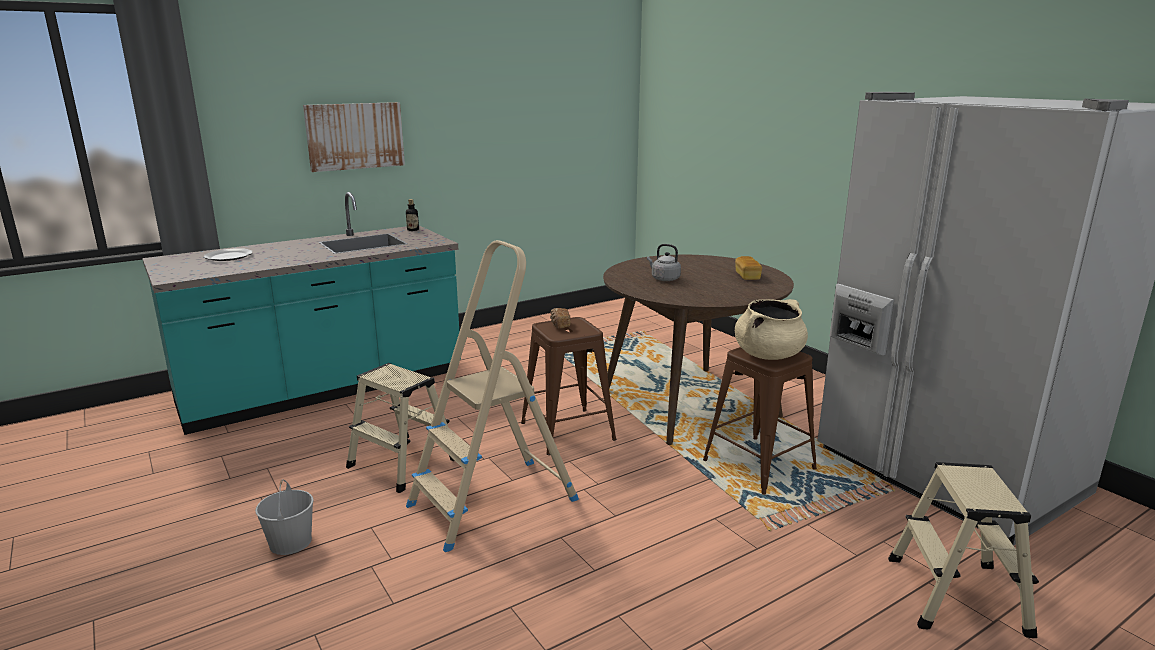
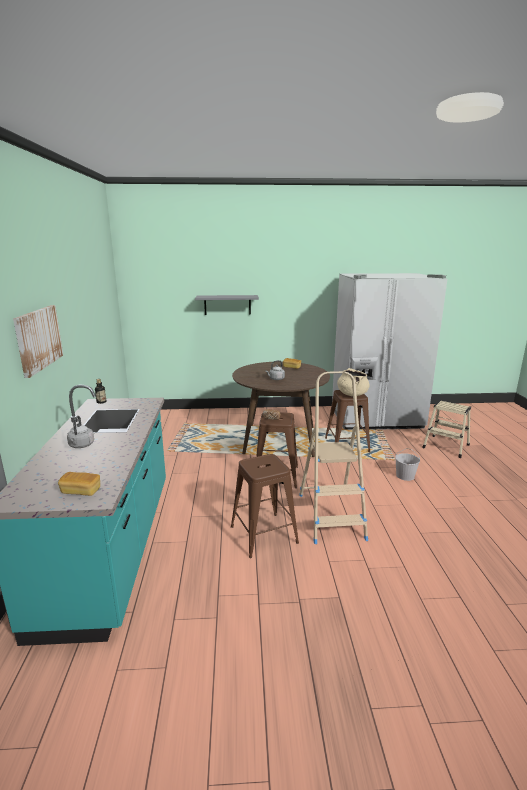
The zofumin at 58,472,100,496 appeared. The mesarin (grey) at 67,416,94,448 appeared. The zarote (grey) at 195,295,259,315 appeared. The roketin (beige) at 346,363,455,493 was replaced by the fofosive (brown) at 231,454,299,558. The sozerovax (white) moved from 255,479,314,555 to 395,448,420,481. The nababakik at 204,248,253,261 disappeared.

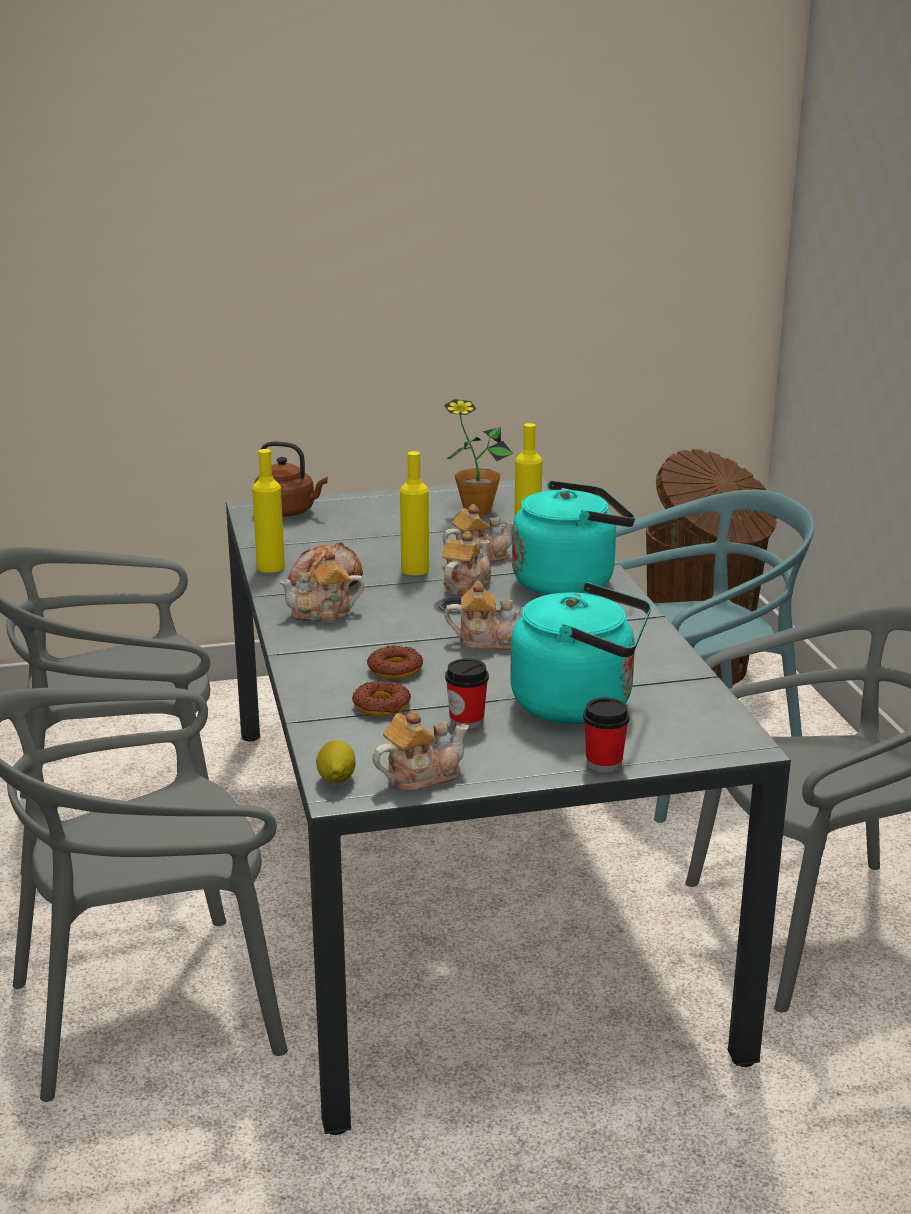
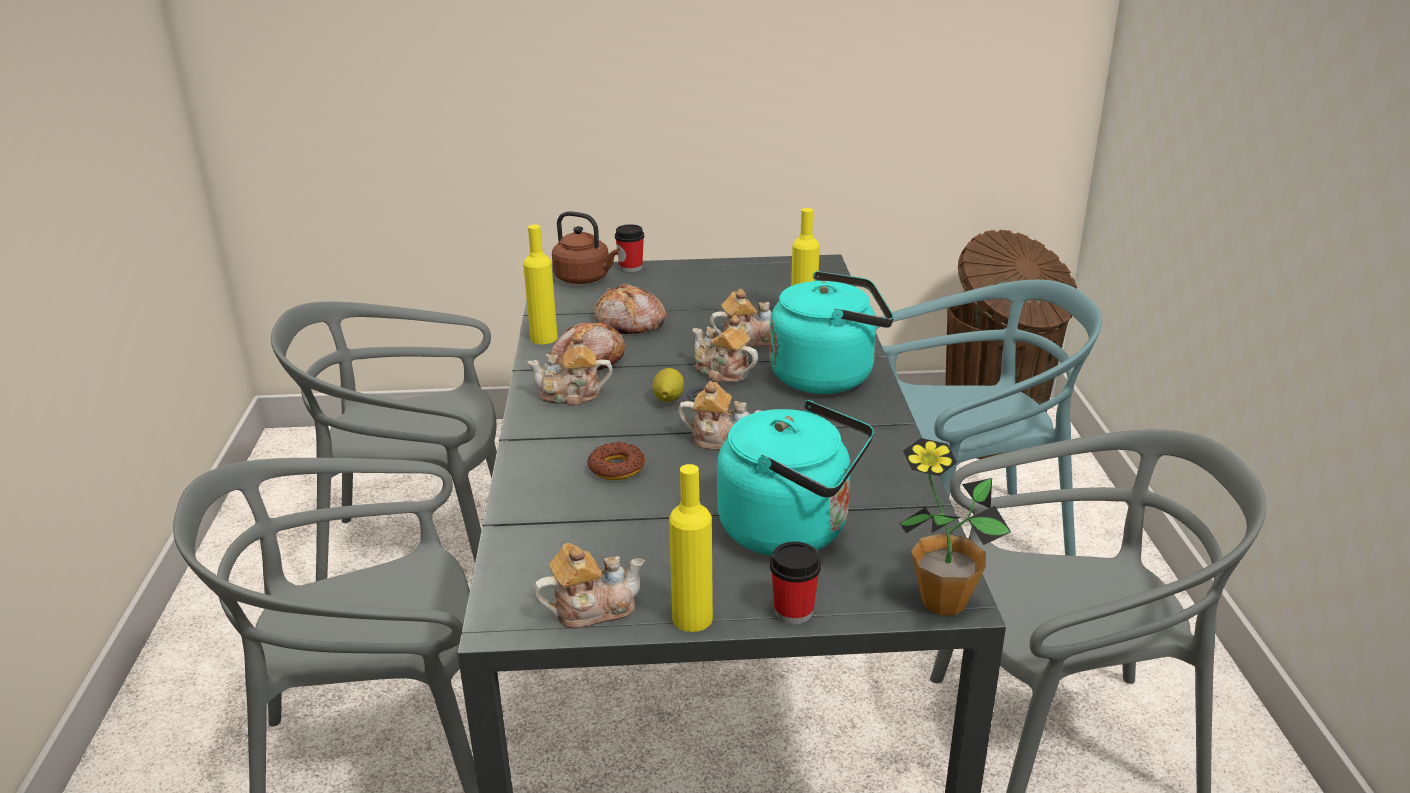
The zofumin at 594,283,667,334 appeared. The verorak moved from 445,659,489,729 to 615,224,644,273. The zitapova moved from 316,740,355,783 to 652,368,684,402. The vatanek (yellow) moved from 400,451,429,575 to 669,464,713,632. The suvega at 442,531,491,596 turned 90 degrees counterclockwise. The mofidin moved from 444,399,513,515 to 900,438,1011,615. The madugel at 352,681,411,716 disappeared.

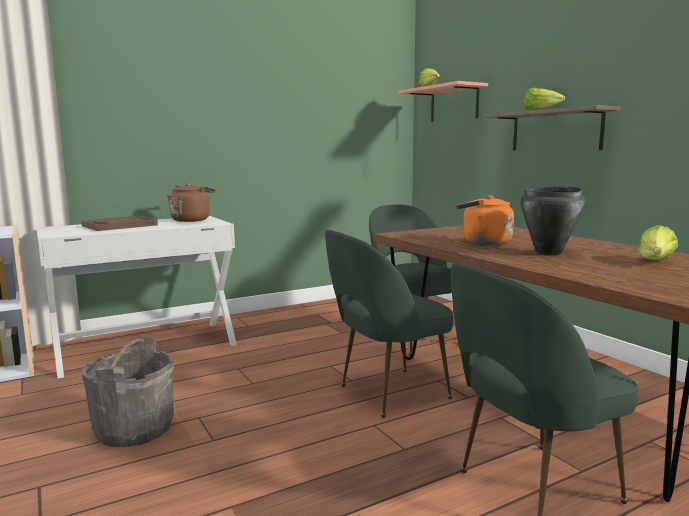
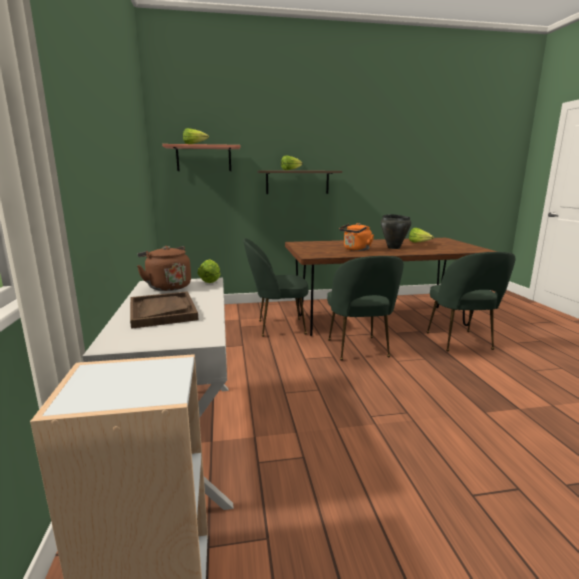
The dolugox at 197,259,220,283 appeared. The sozerovax (grey) at 82,336,174,447 disappeared.

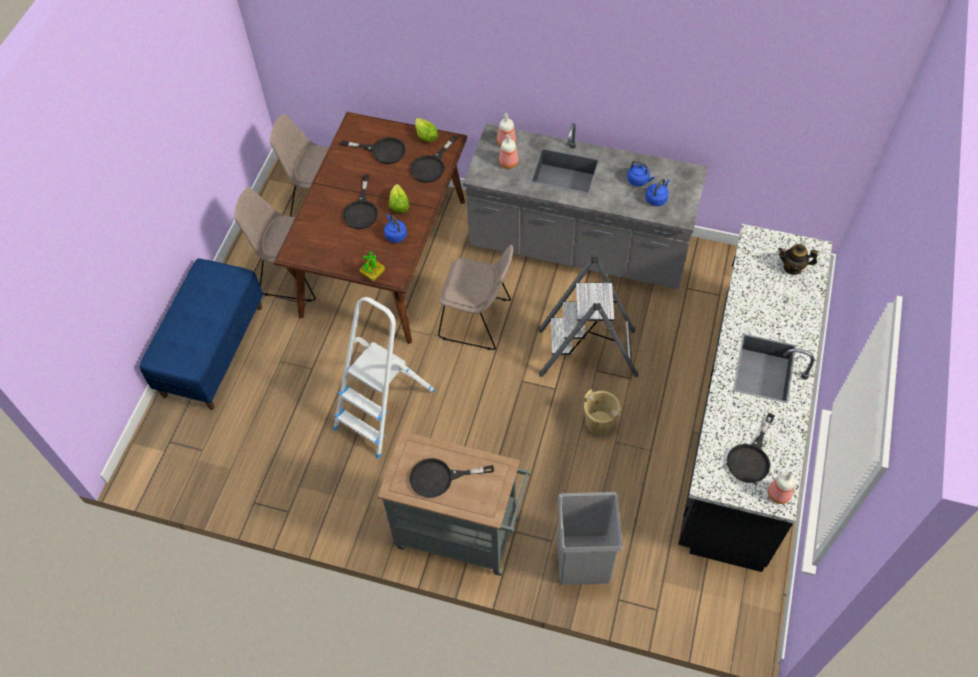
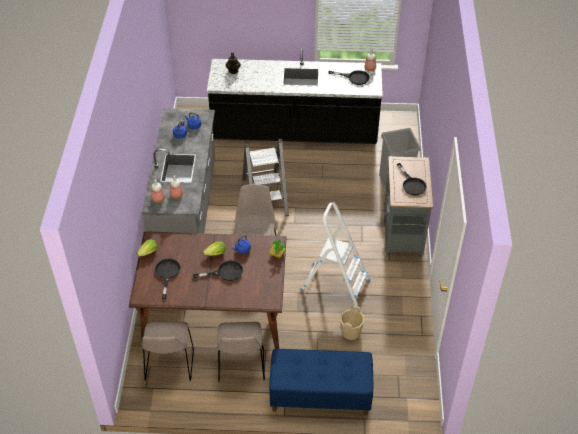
The sozerovax (beige) moved from 584,389,621,435 to 340,305,365,340. The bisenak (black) at 410,135,457,183 disappeared.

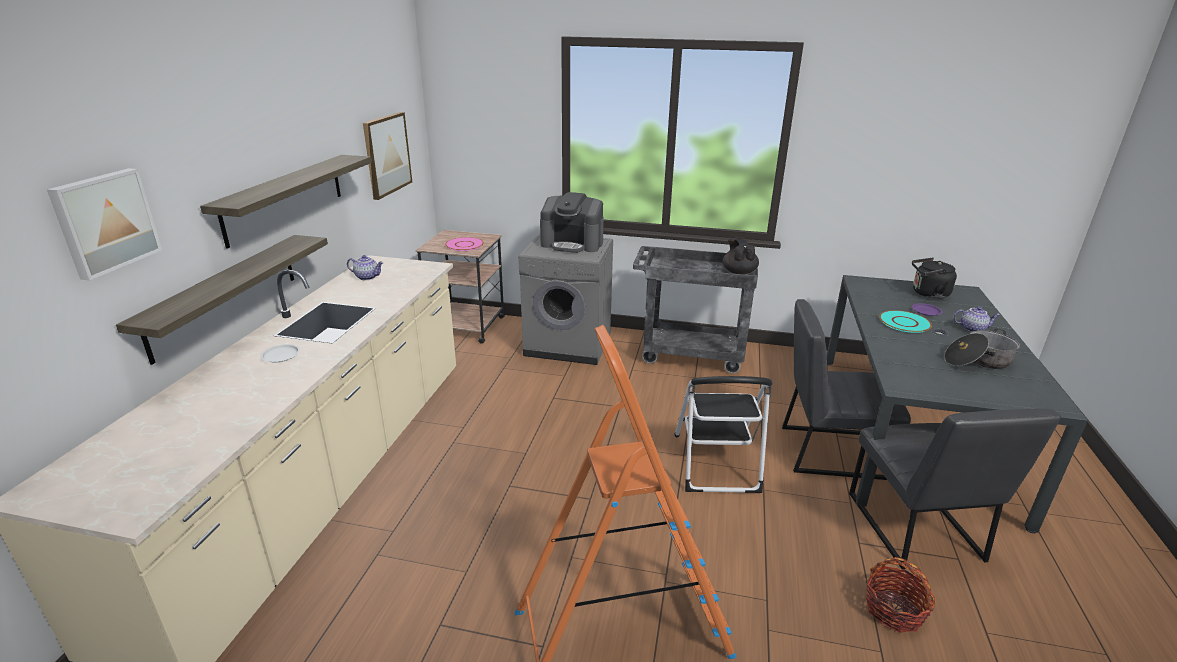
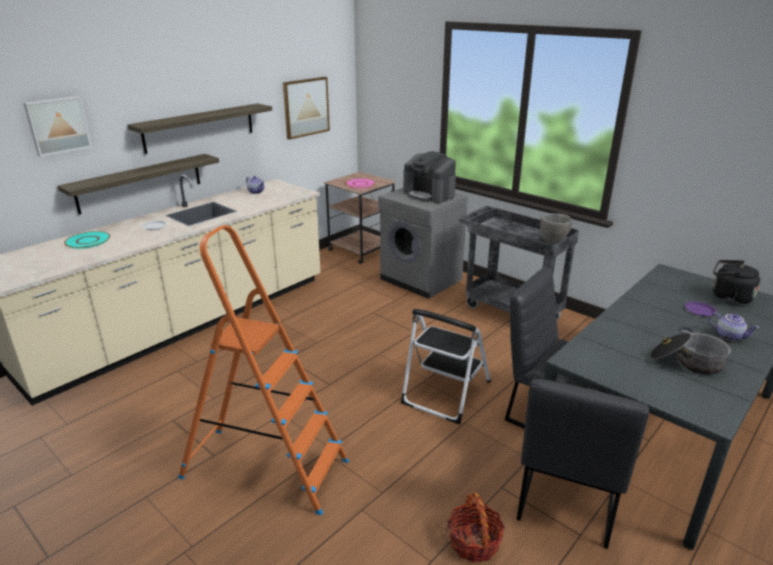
The nababakik (turquoise) moved from 879,310,932,333 to 64,231,110,249. The suvega (black) at 722,237,759,275 was replaced by the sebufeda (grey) at 540,213,573,244.

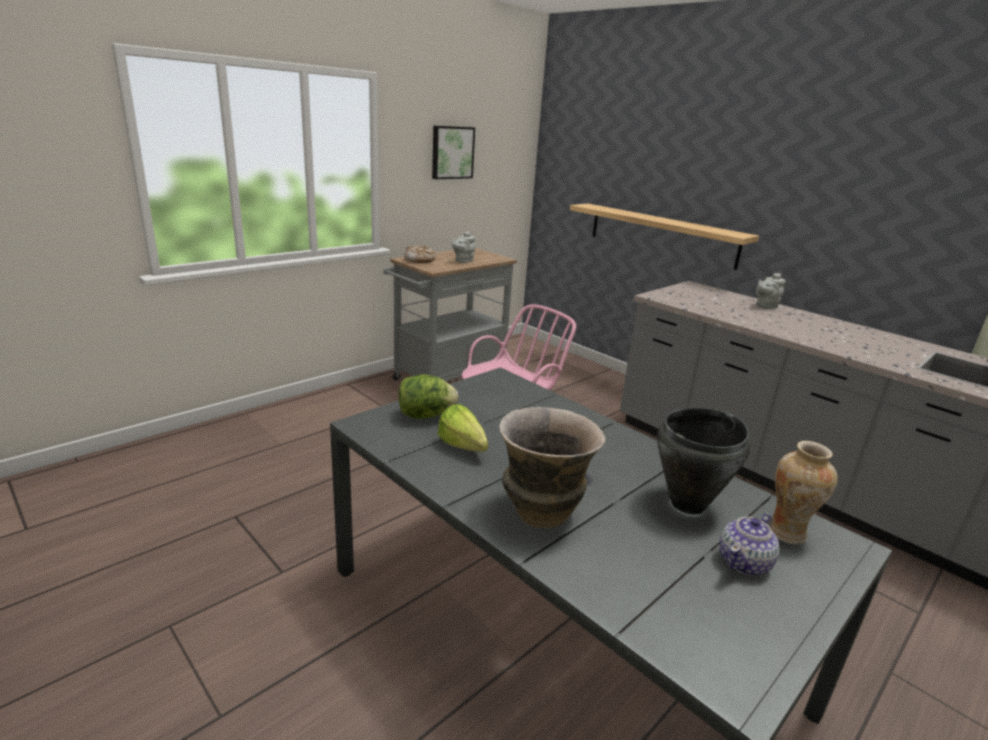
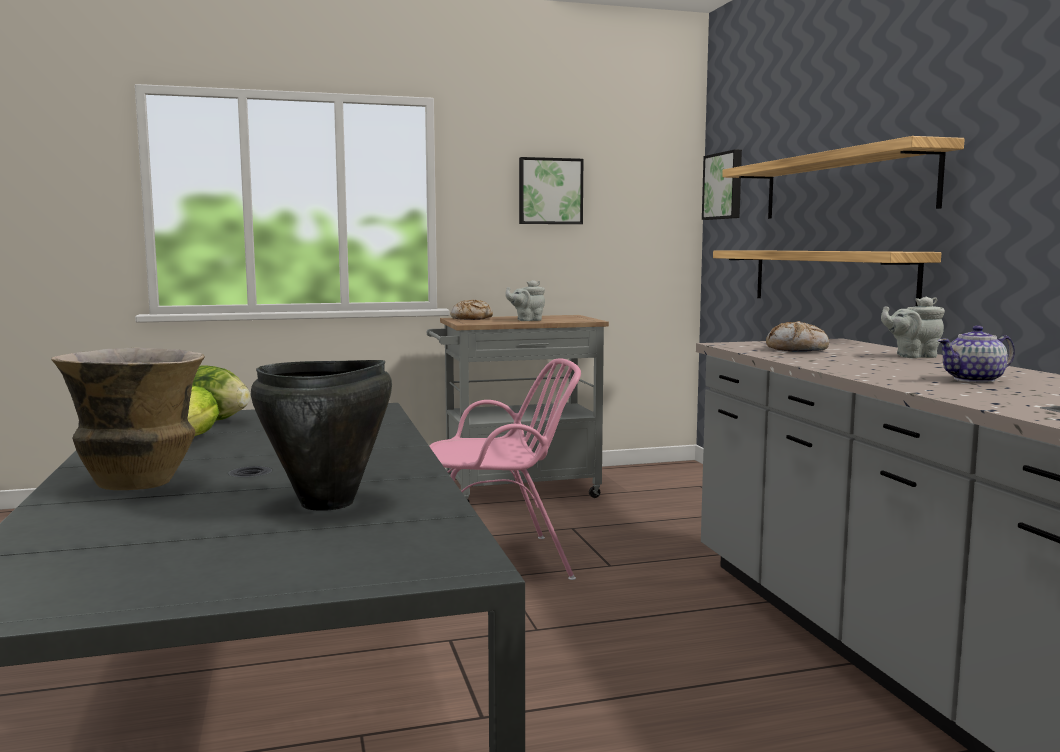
The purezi at 702,149,742,220 appeared. The zarote at 722,136,965,219 appeared. The zofumin at 766,321,829,352 appeared. The suvega moved from 719,513,779,576 to 937,325,1015,383. The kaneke at 770,441,838,545 disappeared.

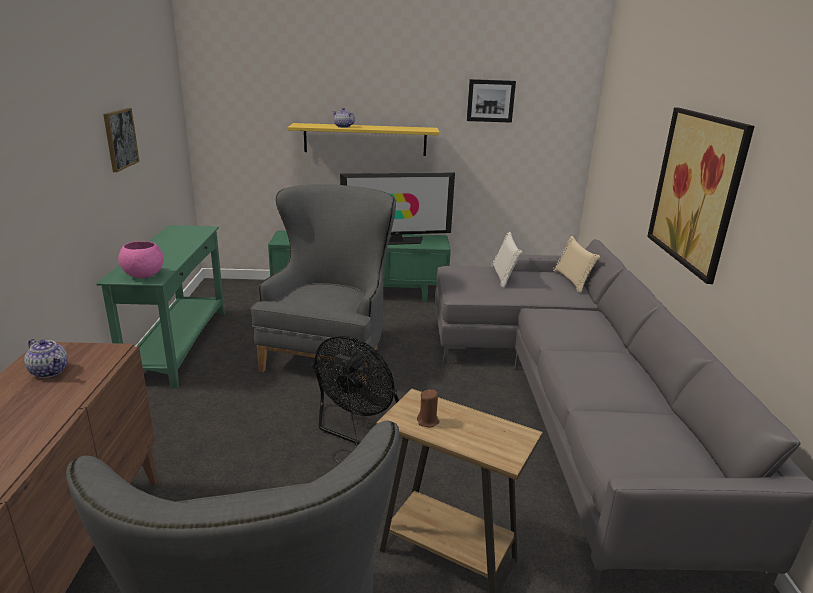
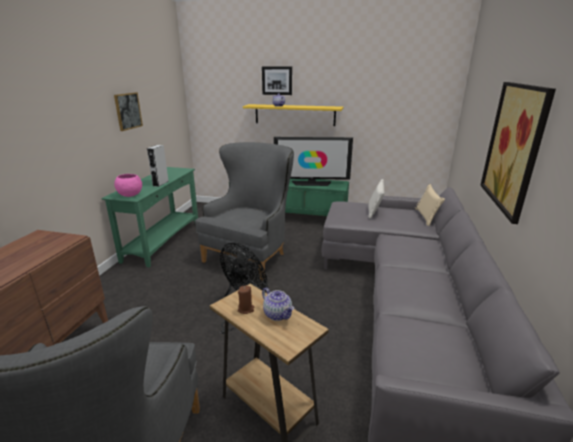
The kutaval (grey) at 147,145,169,187 appeared. The purezi moved from 467,79,516,123 to 262,66,292,95. The suvega moved from 24,339,68,378 to 262,287,294,321.

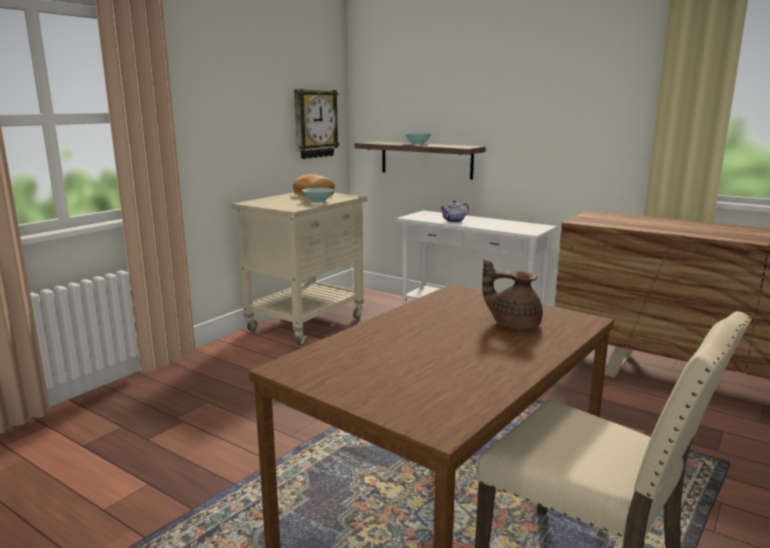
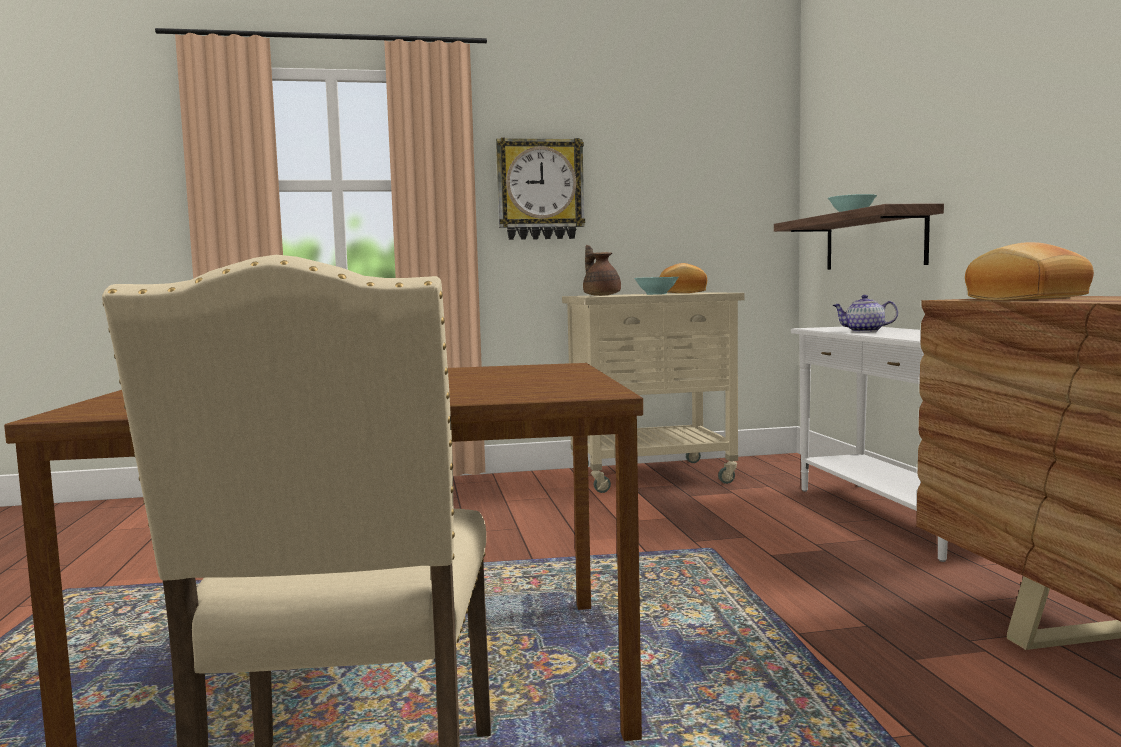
The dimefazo moved from 294,89,339,159 to 496,138,585,240. The suvega (brown) moved from 482,259,543,329 to 583,245,621,296. The zofumin at 965,242,1094,300 appeared.

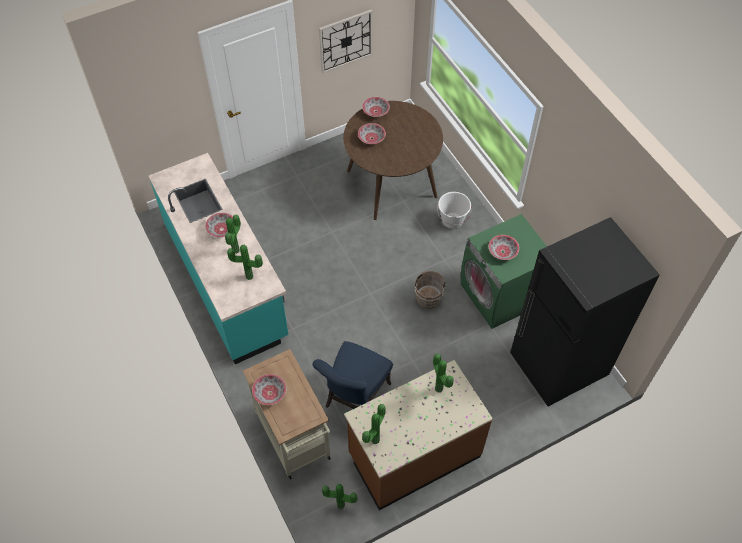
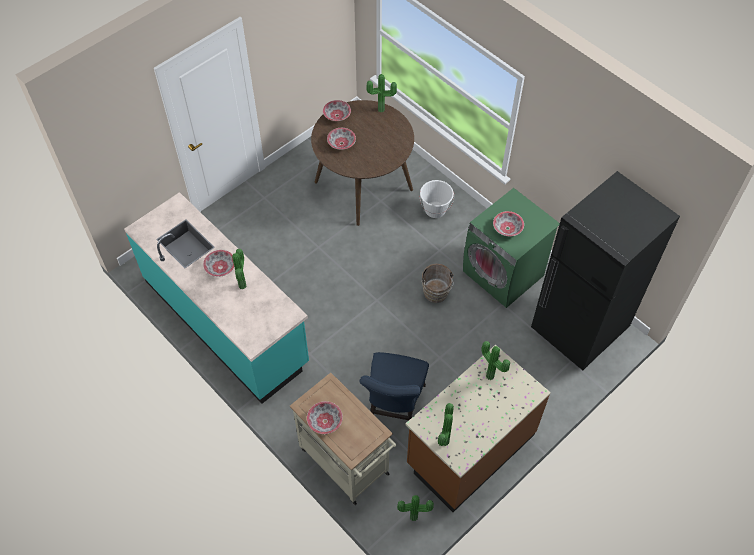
The mofidin moved from 227,245,263,280 to 367,74,397,113. The dimefazo at 319,10,373,73 disappeared.

